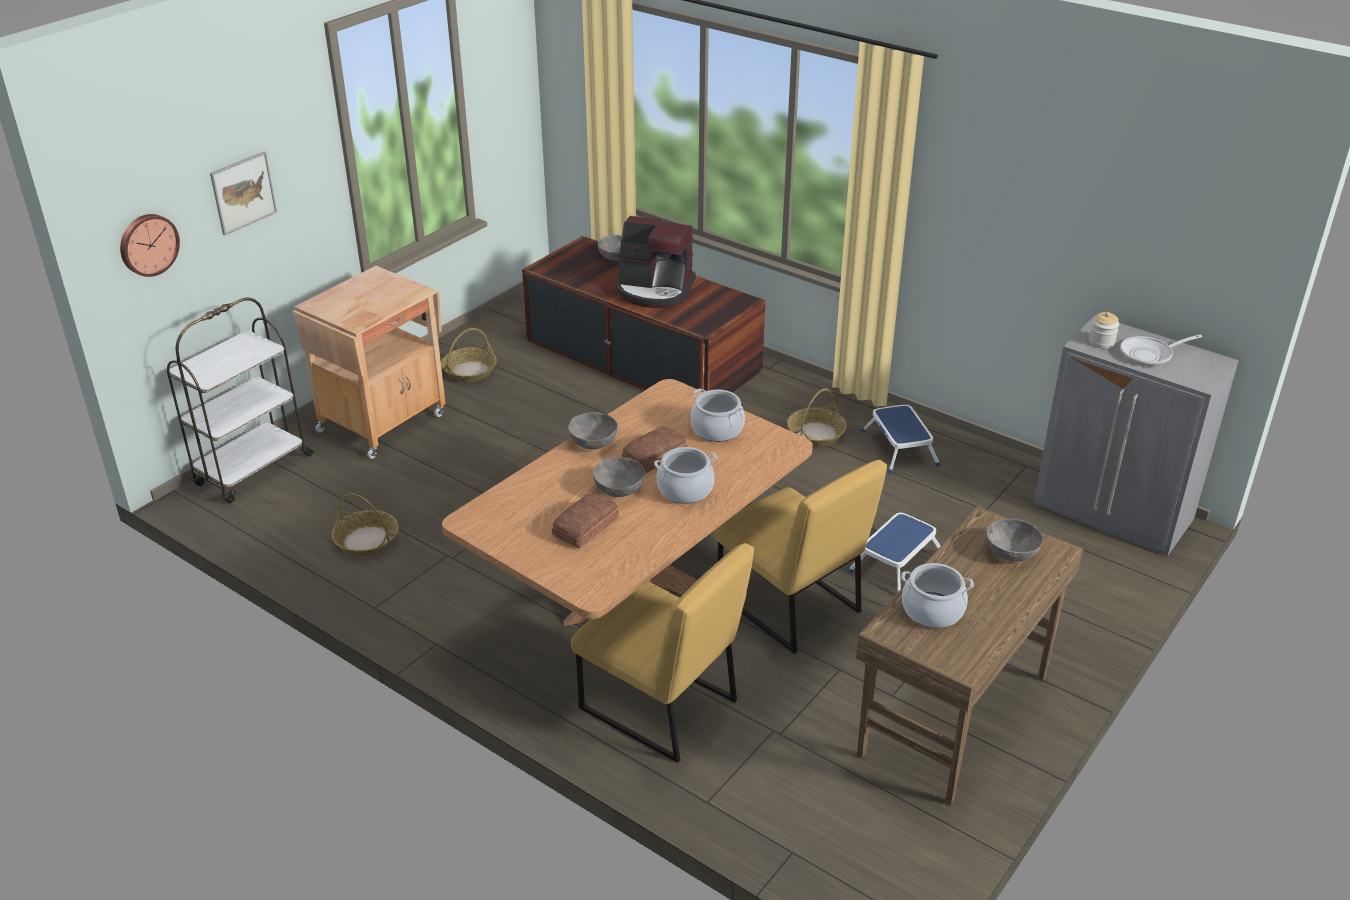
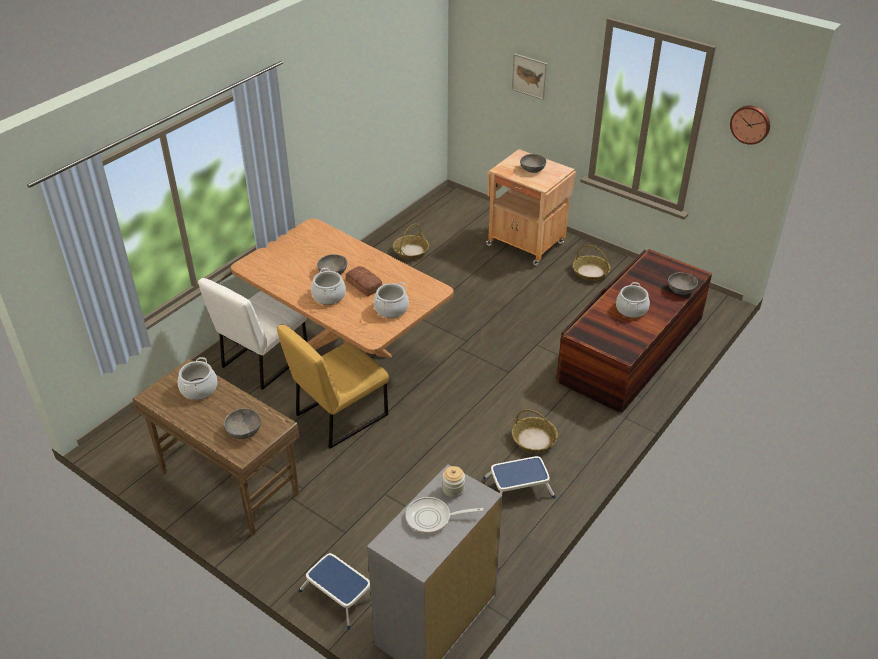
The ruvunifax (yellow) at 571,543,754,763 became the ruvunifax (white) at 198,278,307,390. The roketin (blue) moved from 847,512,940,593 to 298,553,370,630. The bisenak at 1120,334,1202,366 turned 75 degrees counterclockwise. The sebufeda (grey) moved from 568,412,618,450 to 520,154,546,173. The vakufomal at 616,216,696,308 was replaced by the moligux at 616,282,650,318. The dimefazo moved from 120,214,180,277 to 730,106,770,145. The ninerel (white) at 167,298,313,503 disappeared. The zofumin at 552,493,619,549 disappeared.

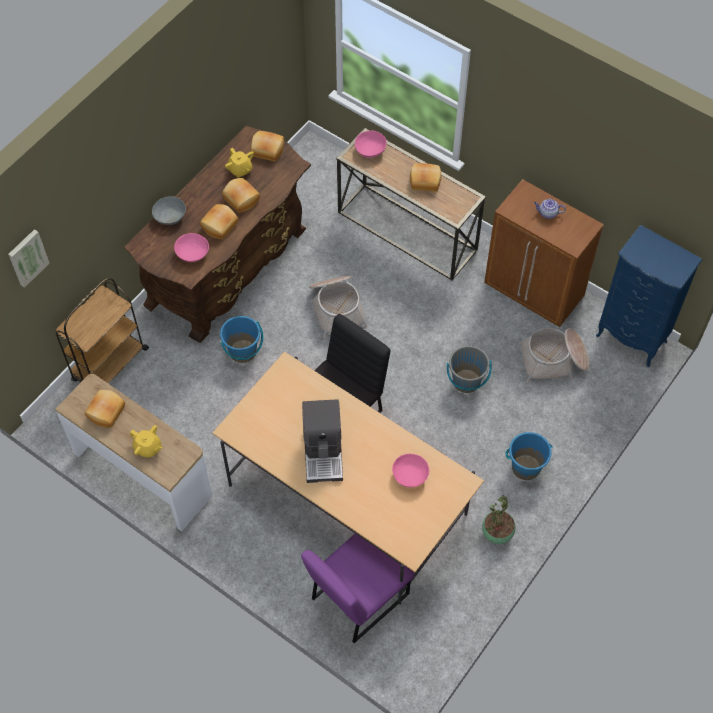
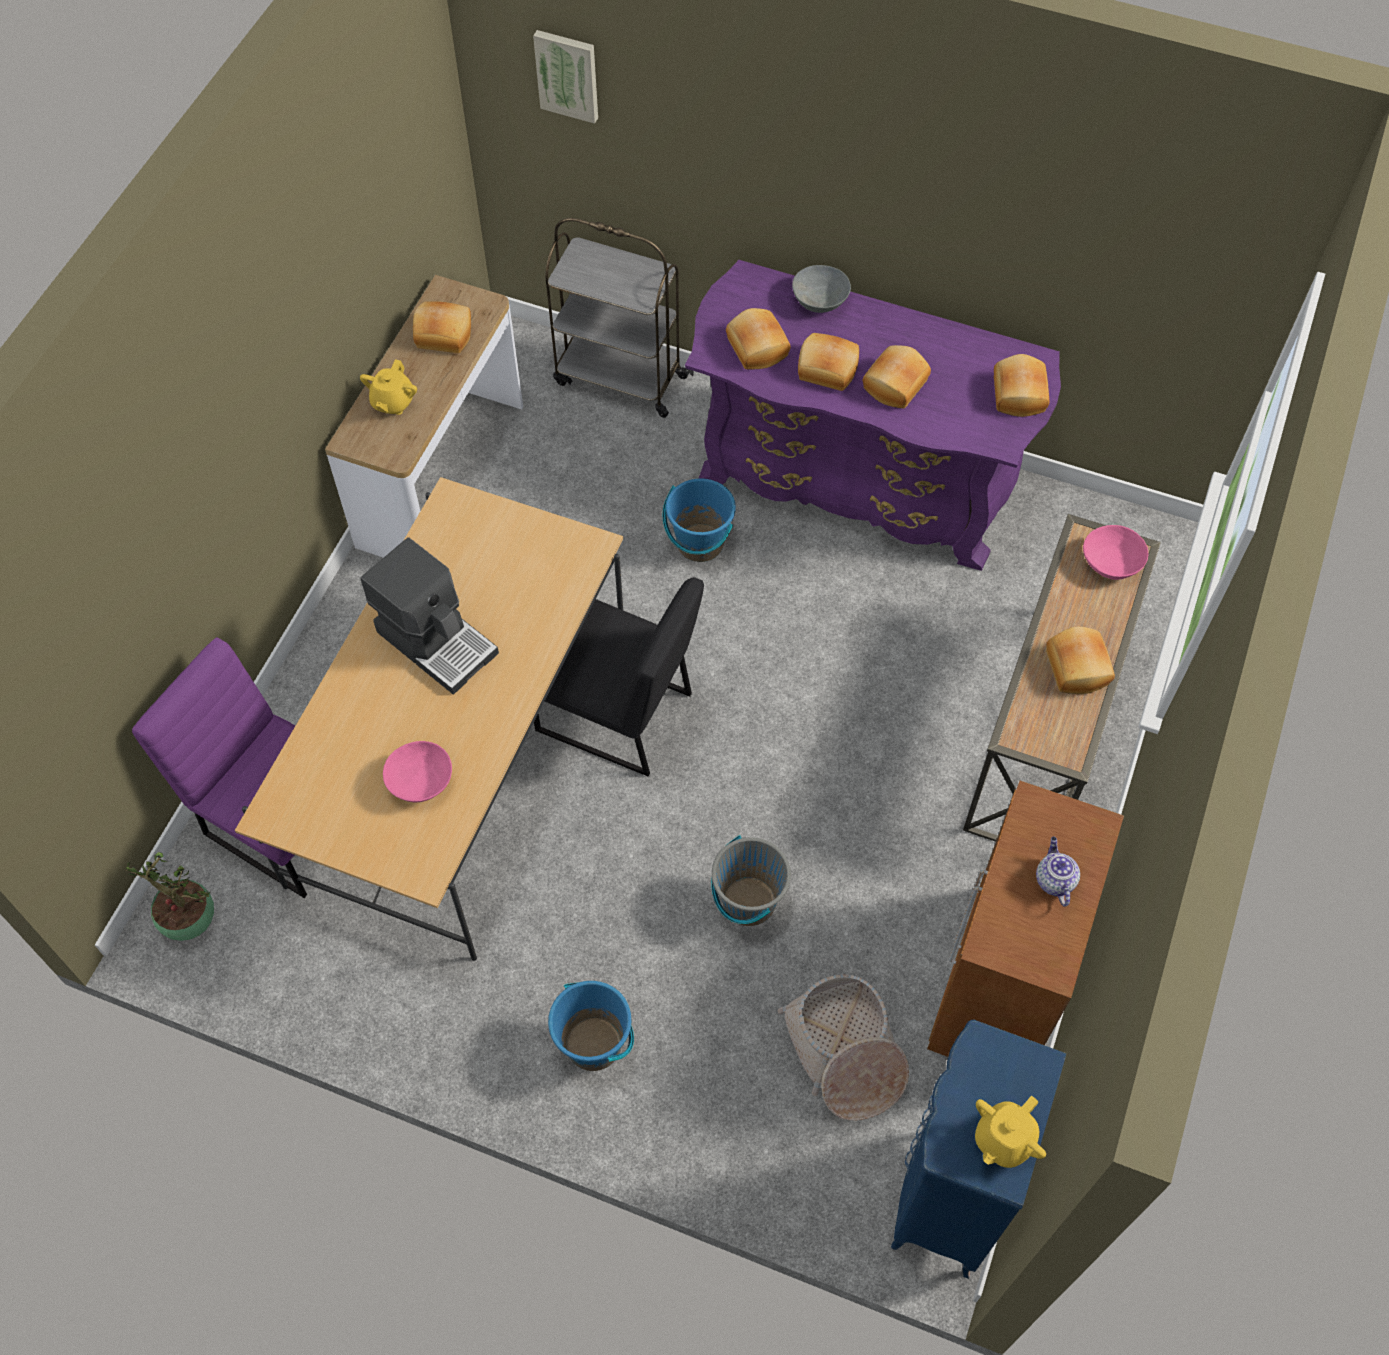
The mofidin moved from 482,495,515,544 to 125,852,214,941. The vakufomal at 302,399,343,483 turned 120 degrees counterclockwise. The ninerel (brown) at 56,278,149,384 became the ninerel (grey) at 545,218,694,418. The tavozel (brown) at 124,126,311,343 became the tavozel (purple) at 685,260,1061,571. The sebufeda (pink) at 174,233,209,262 was replaced by the zofumin at 726,308,791,369. The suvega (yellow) moved from 225,148,254,178 to 975,1095,1046,1168. The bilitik at 309,275,367,338 disappeared.

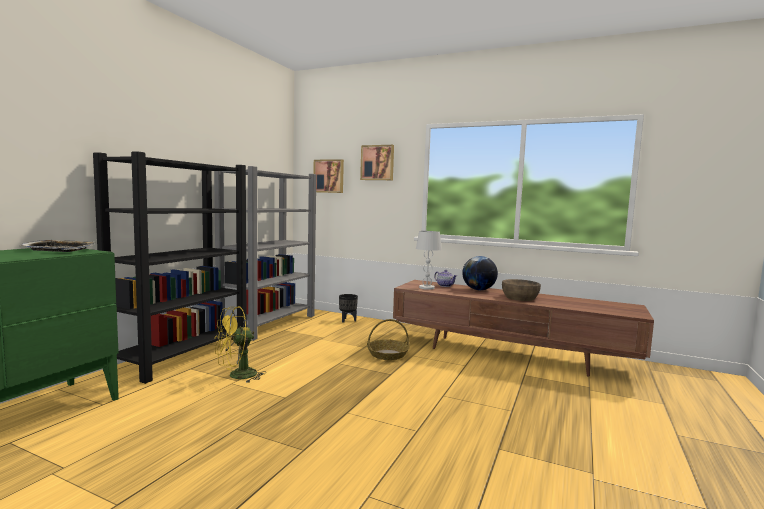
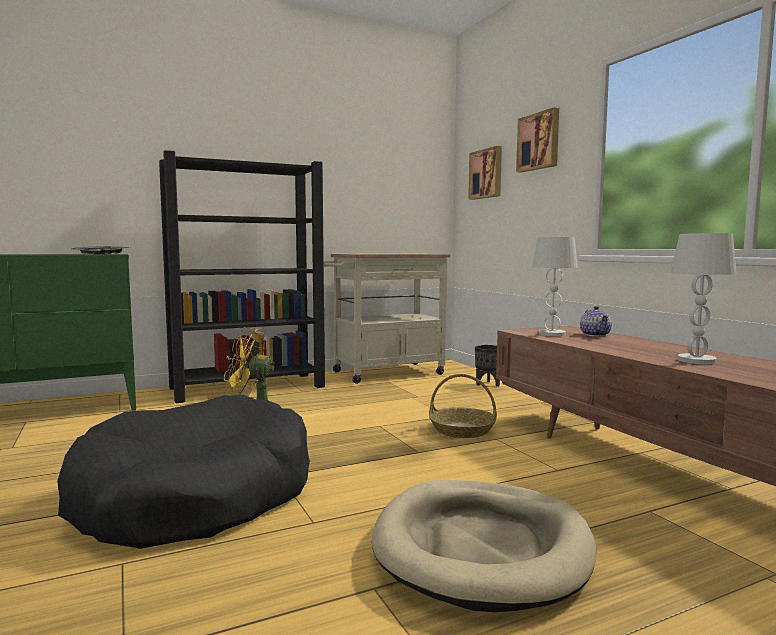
The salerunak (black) at 57,395,310,549 appeared. The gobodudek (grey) at 214,166,316,341 was replaced by the ninerel (beige) at 324,254,450,384. The salerunak (beige) at 372,480,596,612 appeared. The sebufeda (brown) at 502,279,541,301 was replaced by the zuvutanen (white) at 671,233,737,364. The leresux at 462,256,498,290 disappeared.

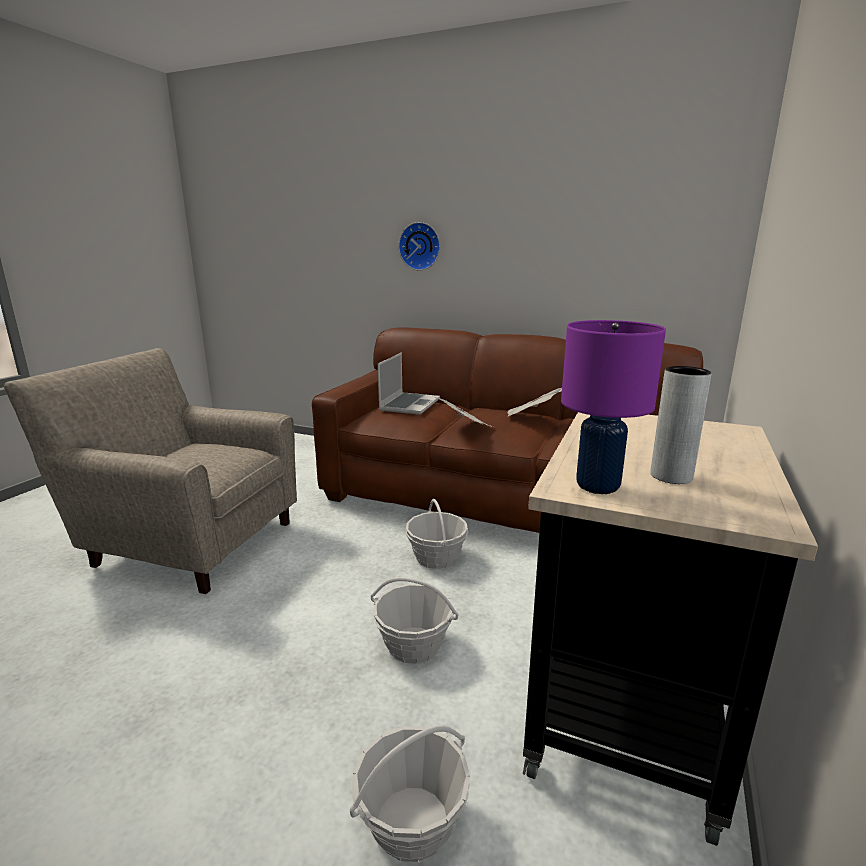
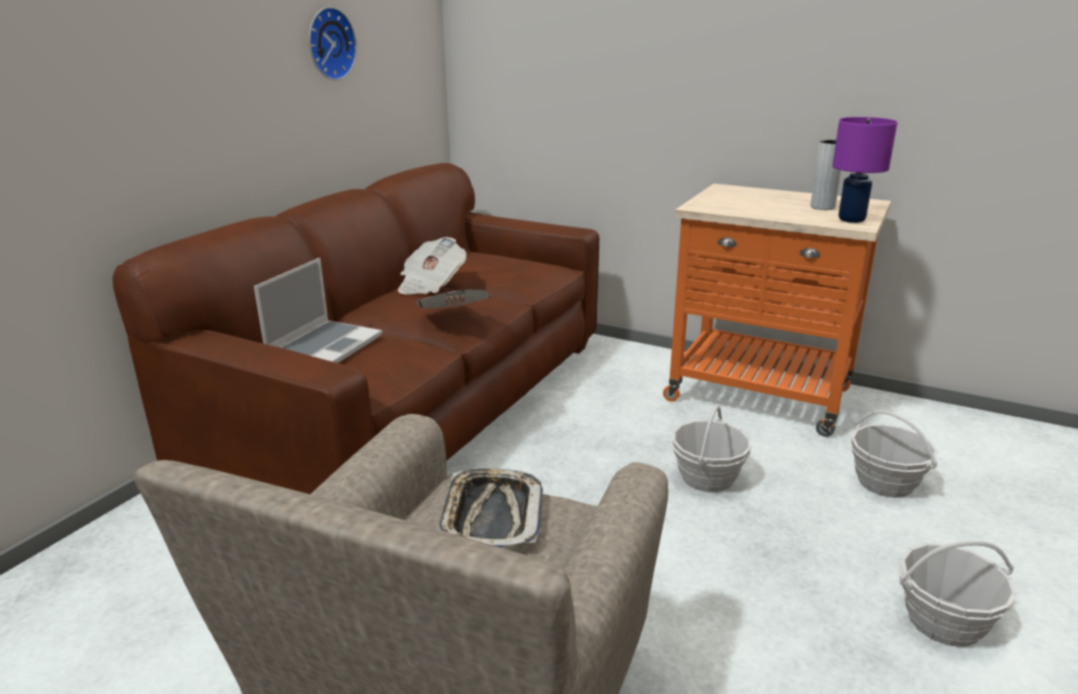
The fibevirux at 378,353,440,415 turned 90 degrees clockwise. The dimefazo moved from 398,222,440,270 to 309,7,357,80. The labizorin at 438,468,543,548 appeared. The ninerel (black) at 523,412,818,846 became the ninerel (orange) at 663,184,891,437. The bilitik moved from 406,499,468,569 to 898,540,1016,647.

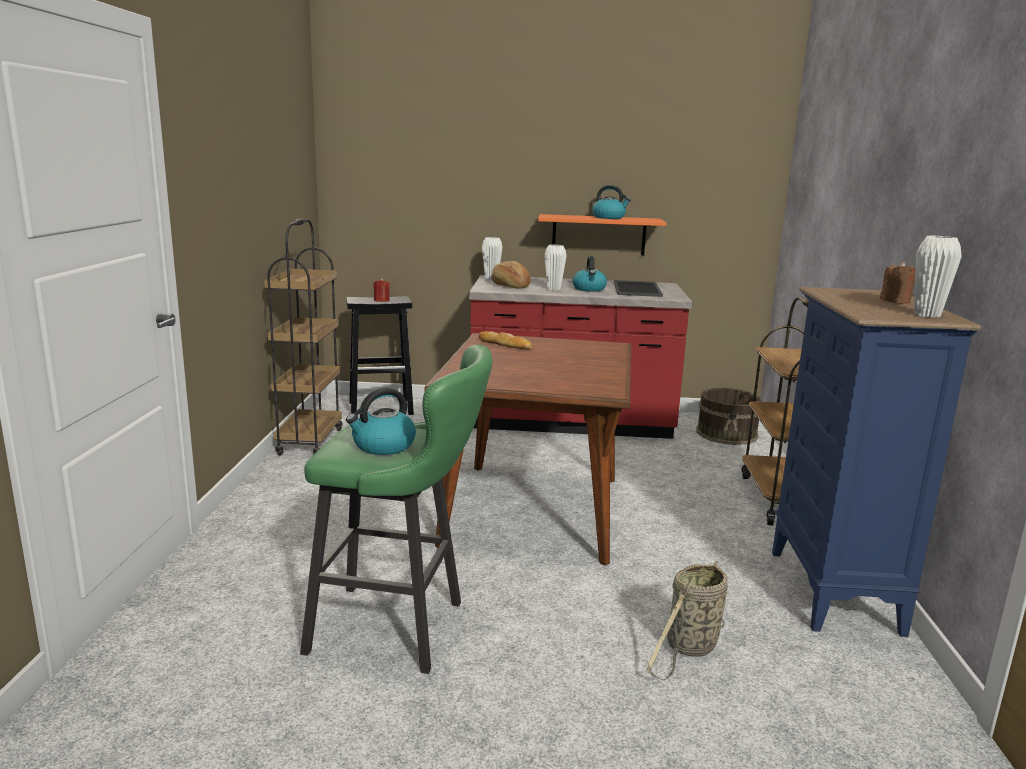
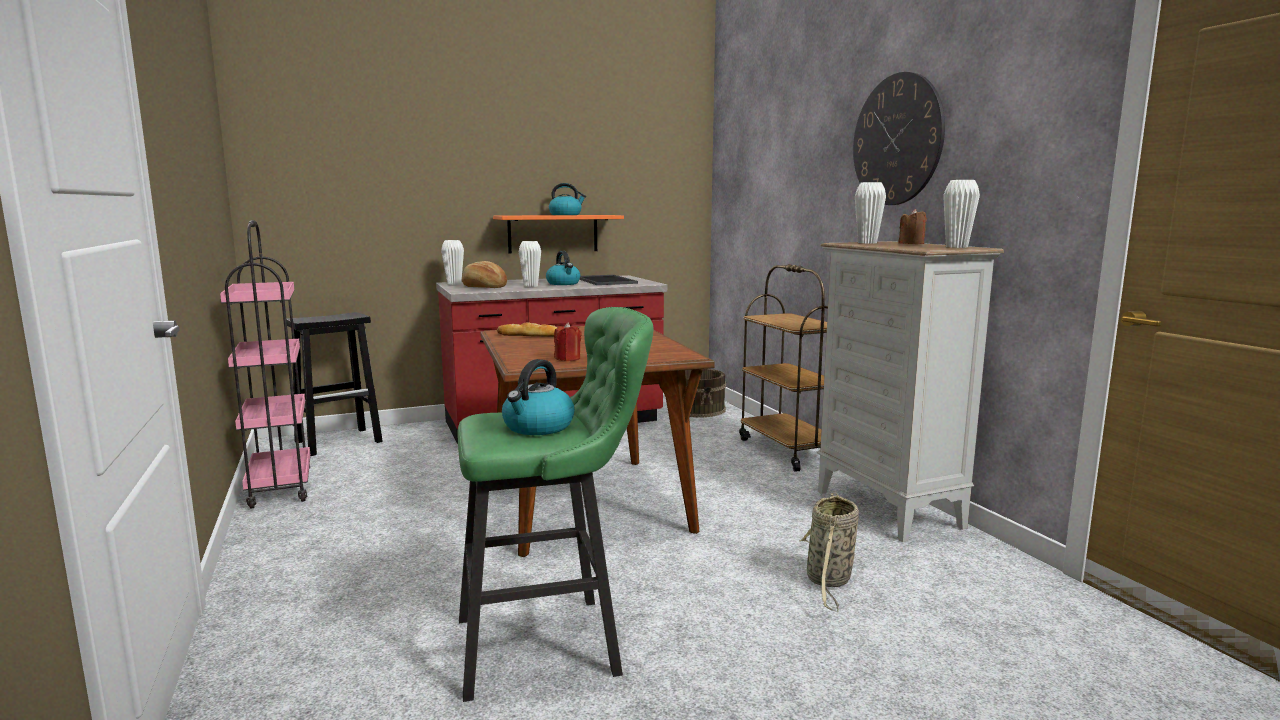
The ninerel (brown) at 264,219,343,455 became the ninerel (pink) at 220,220,311,509. The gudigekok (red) moved from 373,278,390,302 to 554,322,582,361. The tavozel (blue) at 772,287,981,637 became the tavozel (white) at 816,241,1004,542. The dimefazo at 853,72,945,205 appeared. The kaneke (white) at 855,182,886,243 appeared.

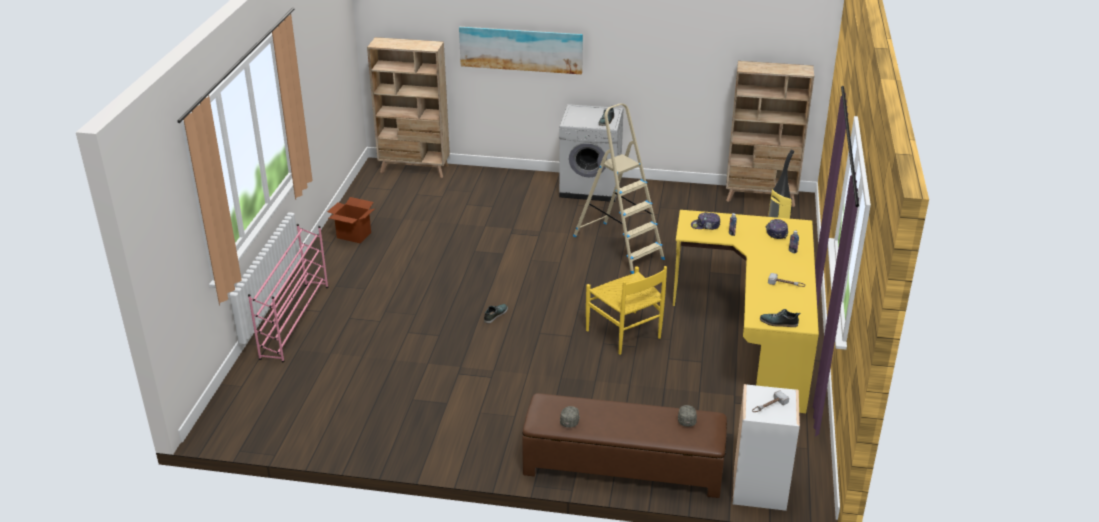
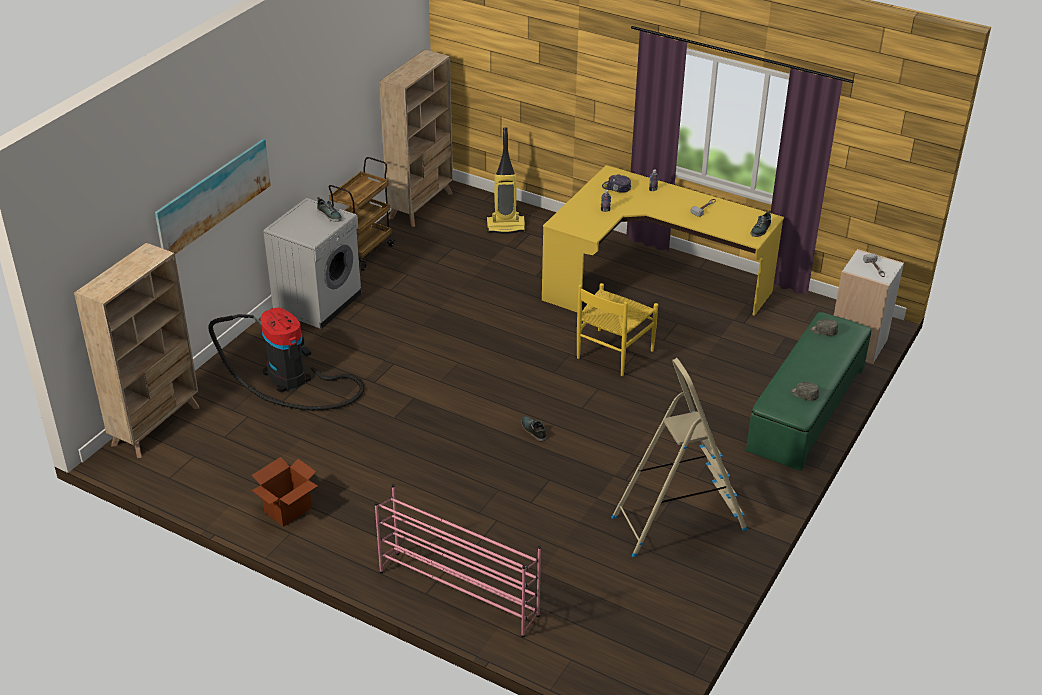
The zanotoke at 208,308,364,411 appeared. The ninerel (brown) at 329,157,395,271 appeared. The ruvunifax (yellow) at 586,266,667,355 turned 135 degrees clockwise. The roketin (beige) moved from 573,104,665,274 to 611,358,747,557. The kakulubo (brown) at 522,393,727,498 became the kakulubo (green) at 746,312,872,471. The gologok at 691,212,720,230 disappeared.

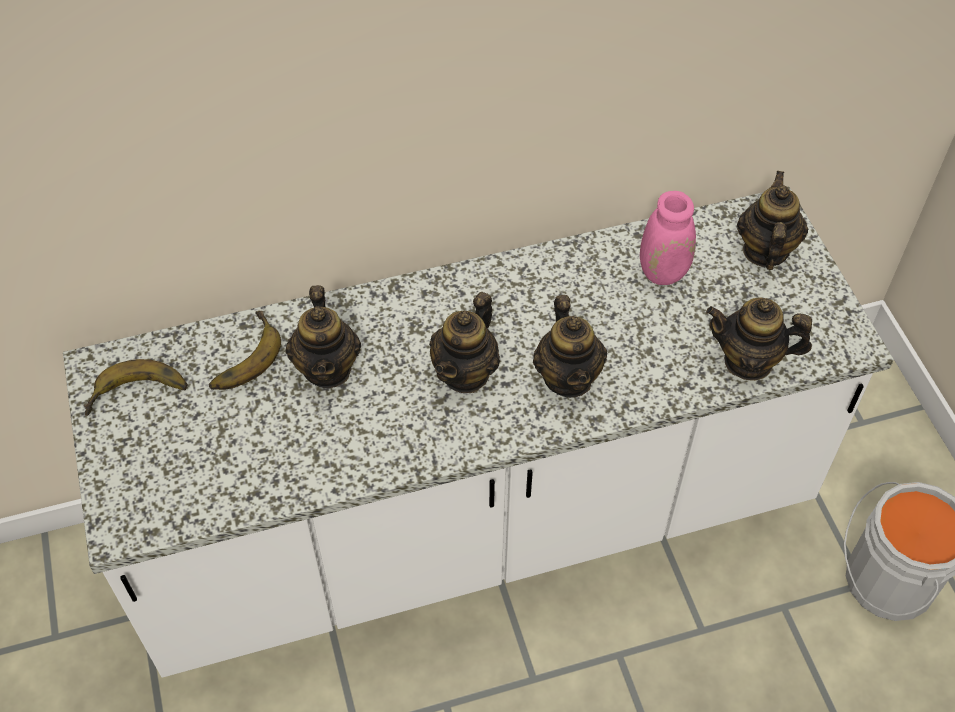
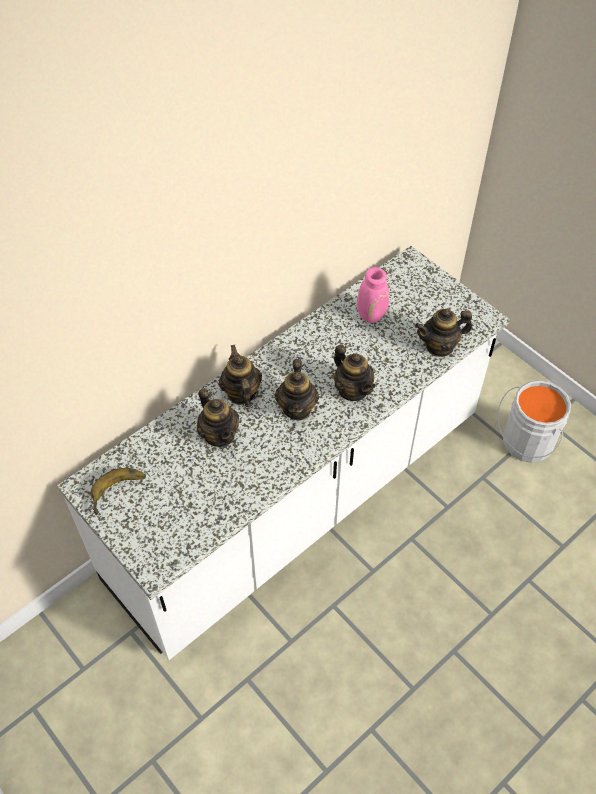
The suvega moved from 737,171,808,270 to 219,345,262,407. The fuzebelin at 209,311,281,390 disappeared.

